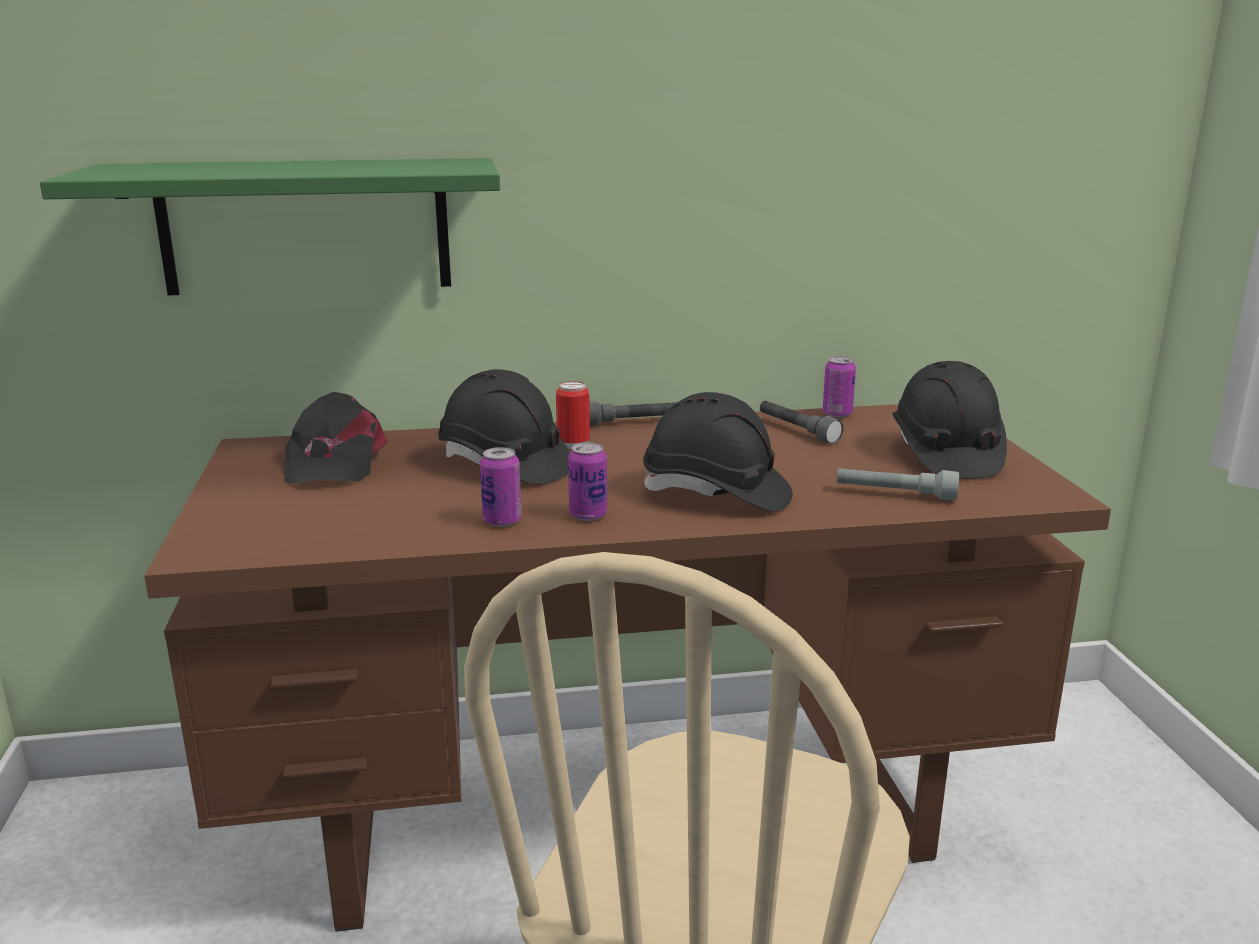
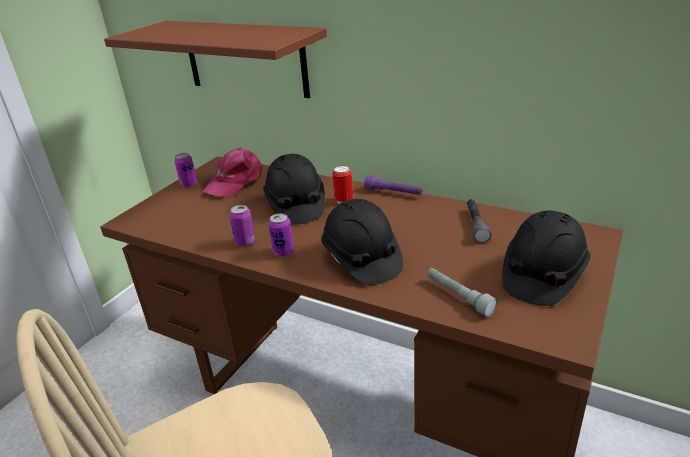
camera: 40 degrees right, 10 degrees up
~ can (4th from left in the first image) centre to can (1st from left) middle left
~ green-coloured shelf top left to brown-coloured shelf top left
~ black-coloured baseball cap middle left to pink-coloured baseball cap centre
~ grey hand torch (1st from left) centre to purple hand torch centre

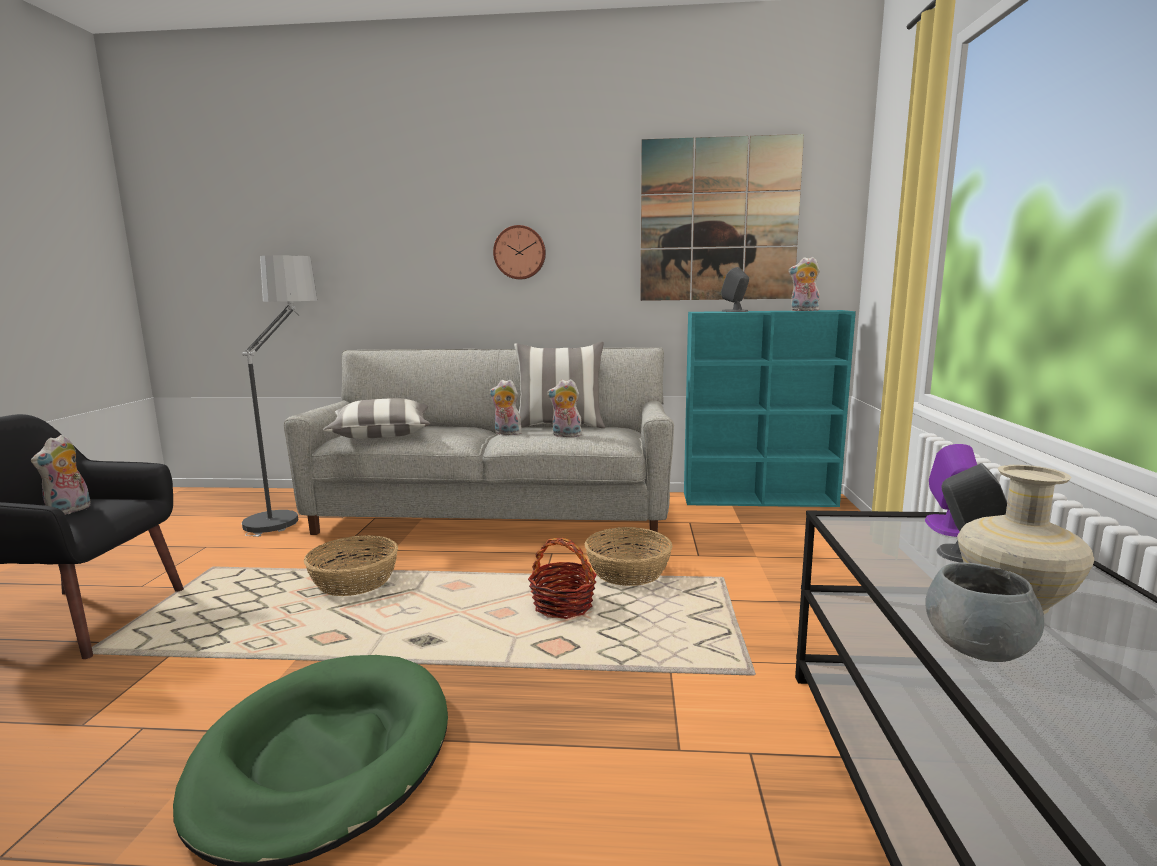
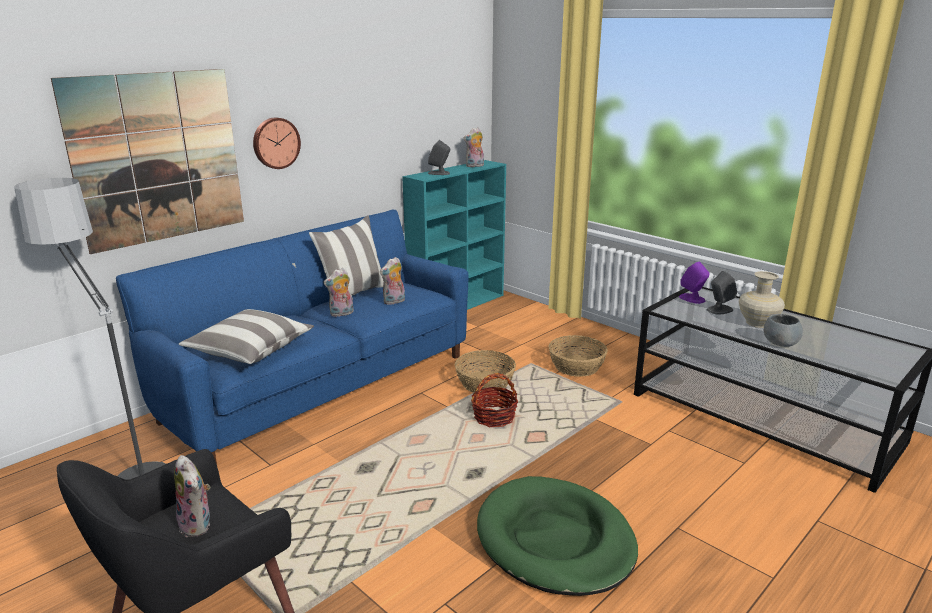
camera: 50 degrees left, 10 degrees up
~ storage basket (1st from left in the first image) middle left to storage basket (3rd from left) centre
~ wall picture top centre to top left
~ grey settee centre to blue-coloured settee middle left

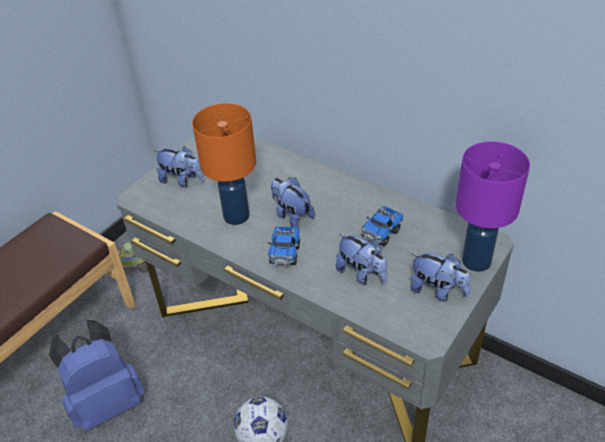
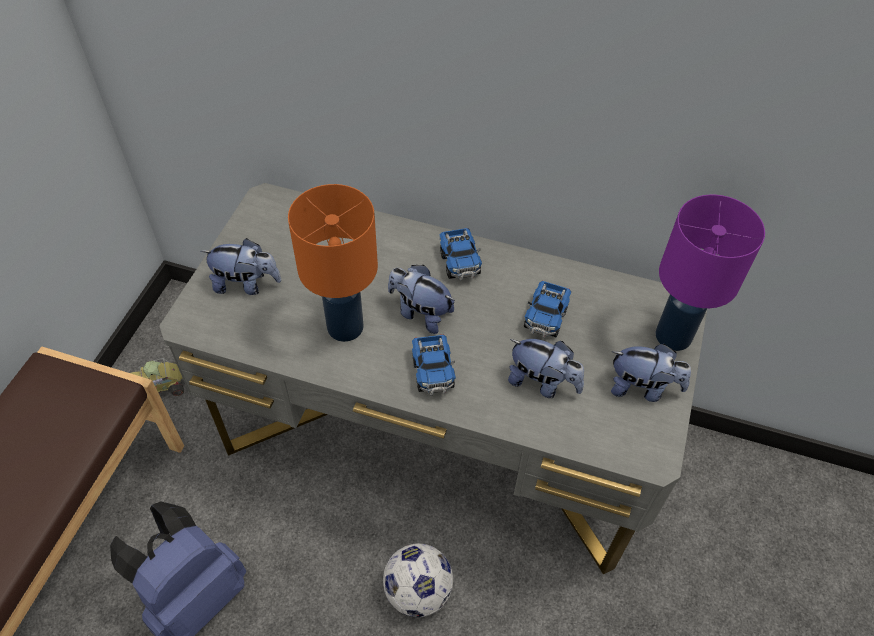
camera: 20 degrees left, 10 degrees up
+ toy truck (2nd from left) centre

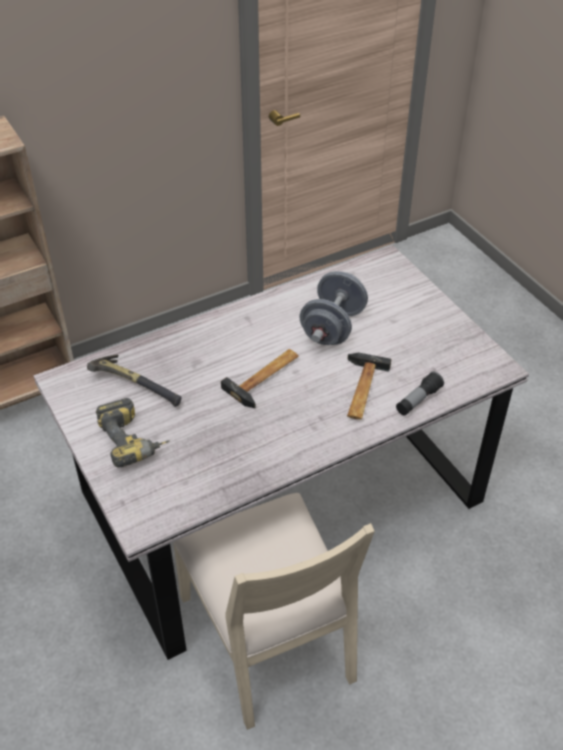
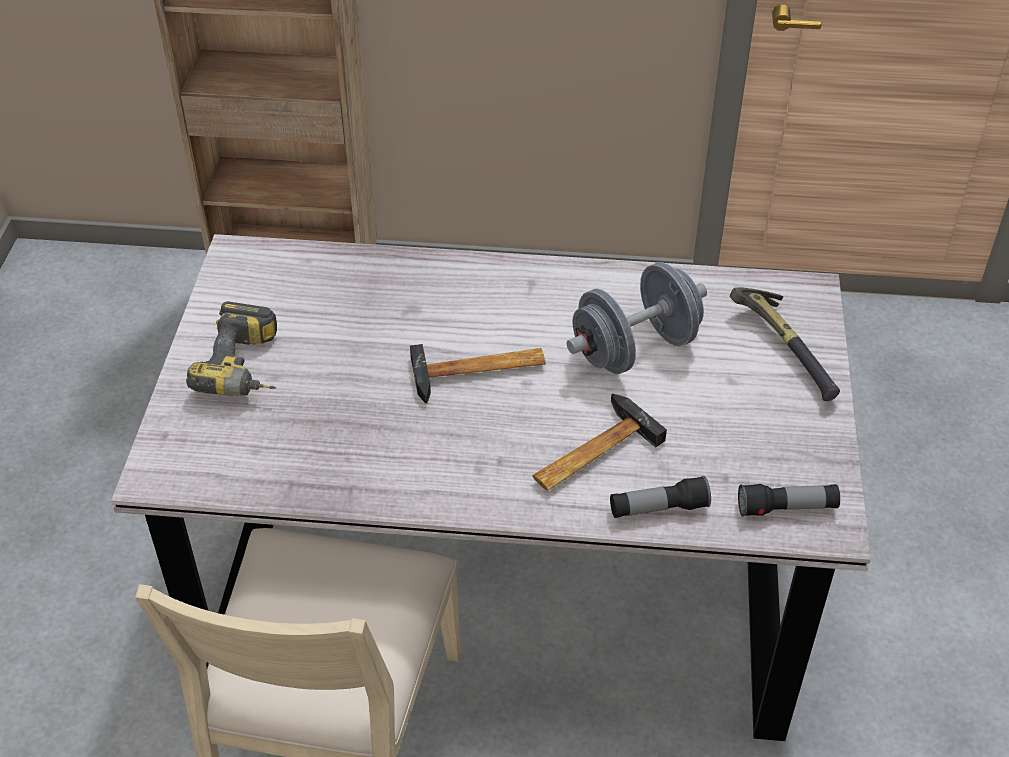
camera: 35 degrees right, 0 degrees up
+ hand torch (2nd from left) middle right
~ tool hammer (1st from left in the first image) middle left to tool hammer (3rd from left) middle right

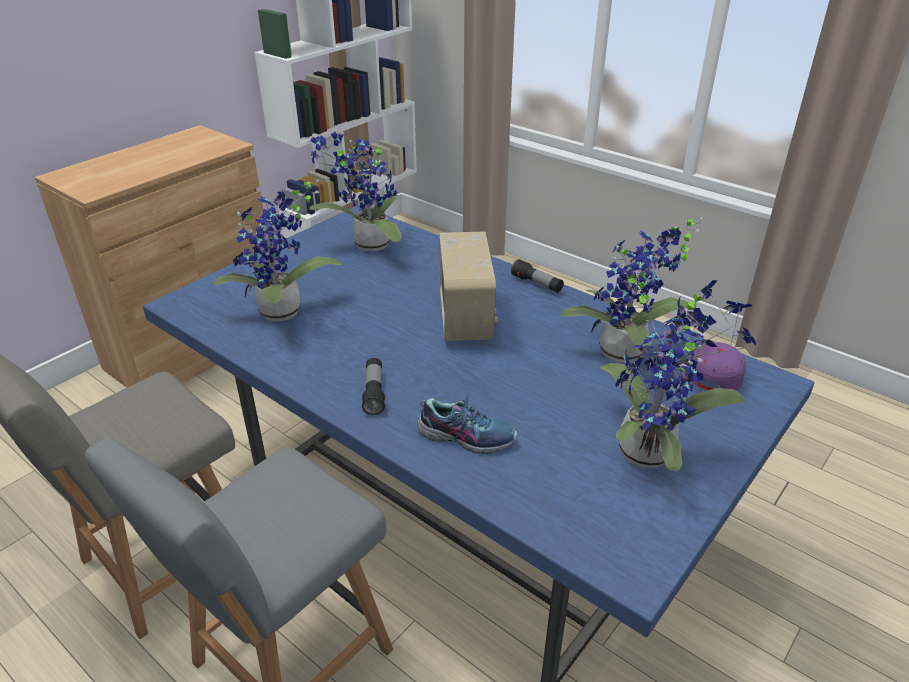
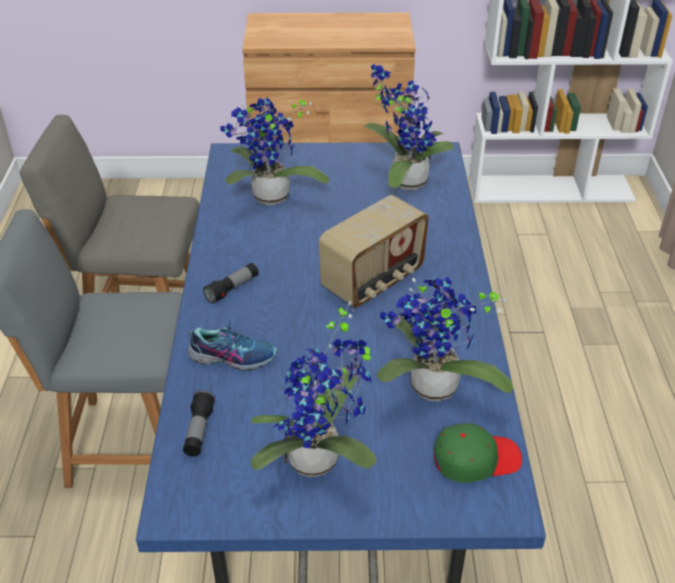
camera: 50 degrees right, 5 degrees up
~ hand torch (2nd from left in the first image) centre to hand torch (1st from left) bottom left
~ purple baseball cap middle right to green-coloured baseball cap bottom right
~ item of footwear centre = centre 60 degrees counterclockwise

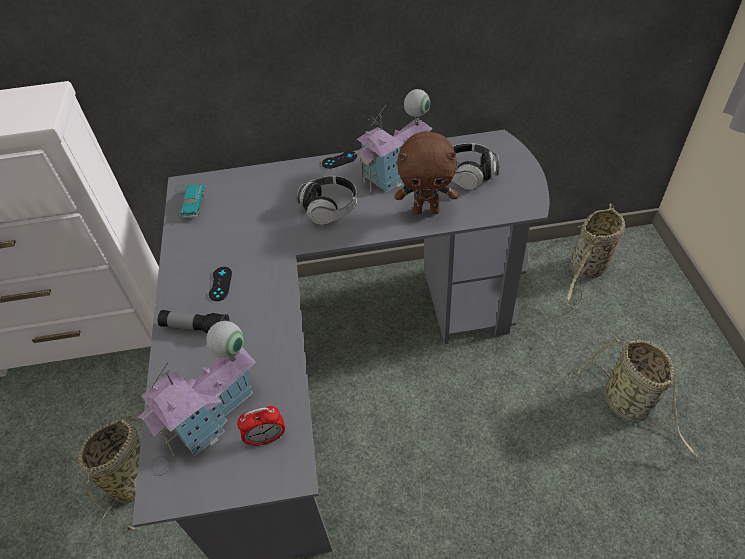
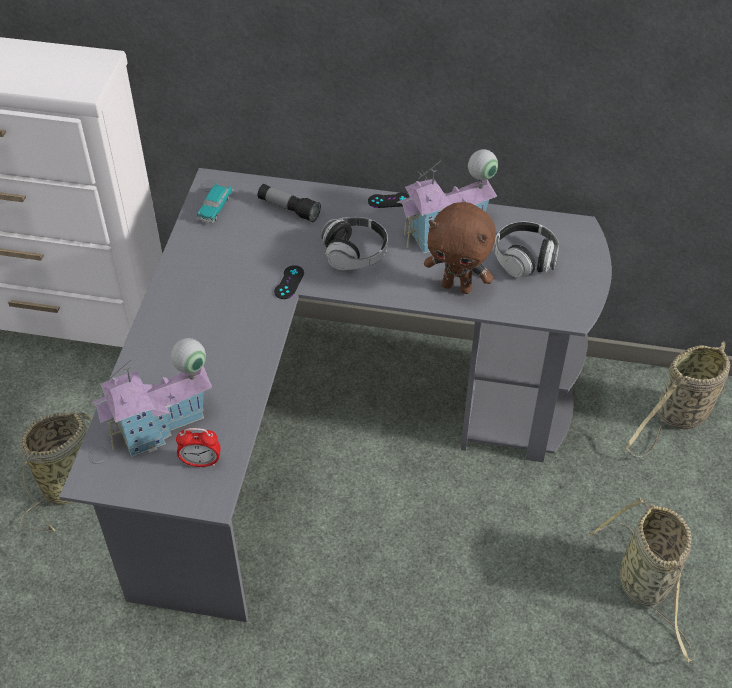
camera: 15 degrees right, 0 degrees up
~ hand torch middle left to top centre
~ black-coloured game controller (1st from left) middle left to centre

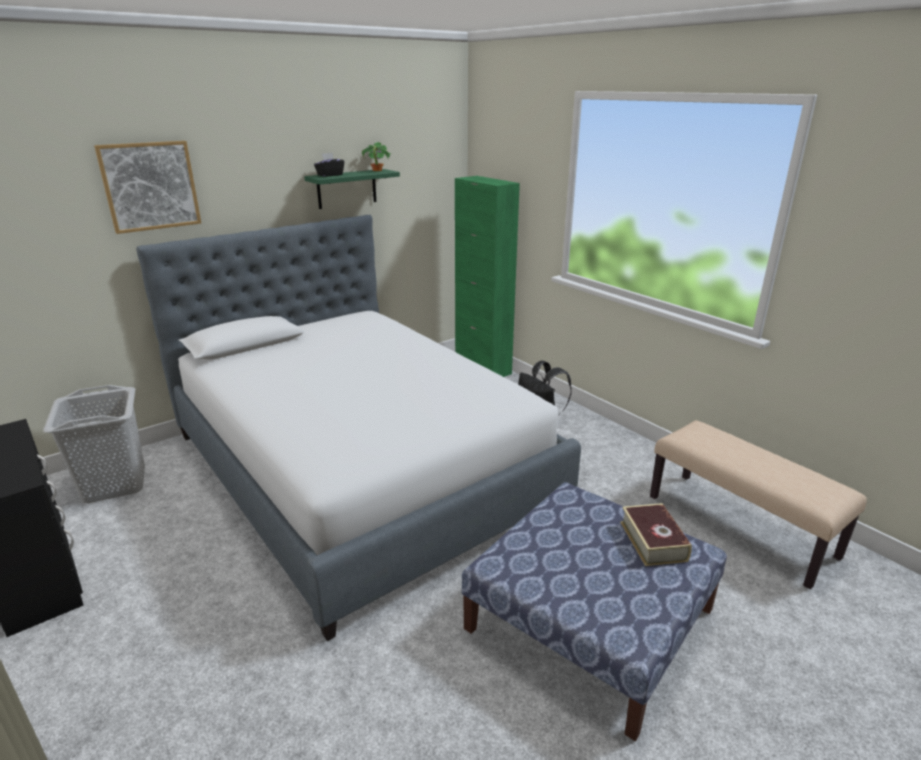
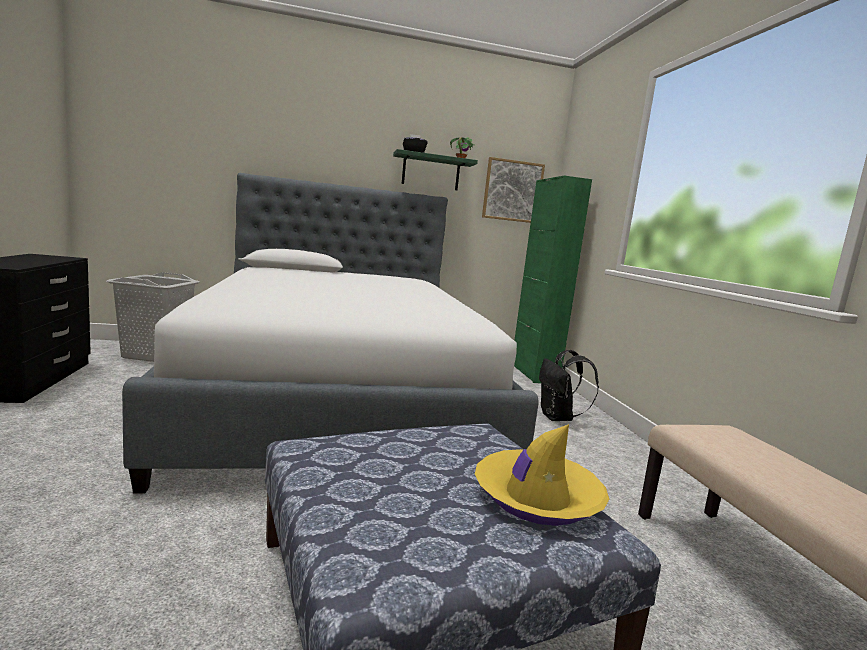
camera: 25 degrees right, 15 degrees down
~ wall picture top left to top centre
~ book bottom right to yellow hat bottom centre

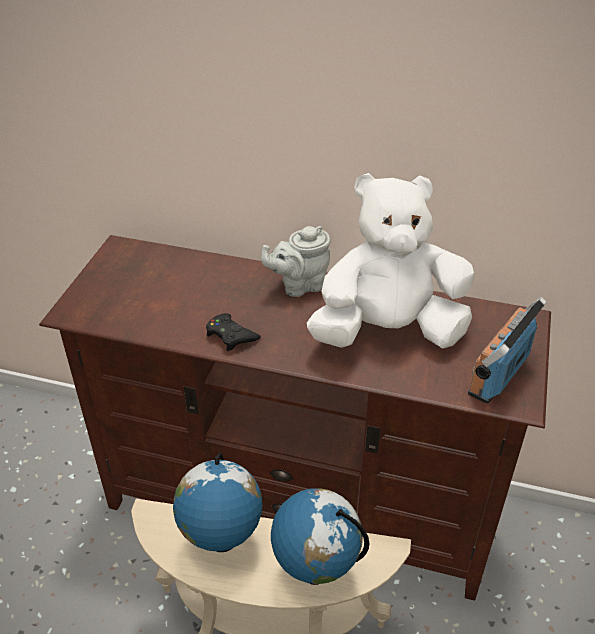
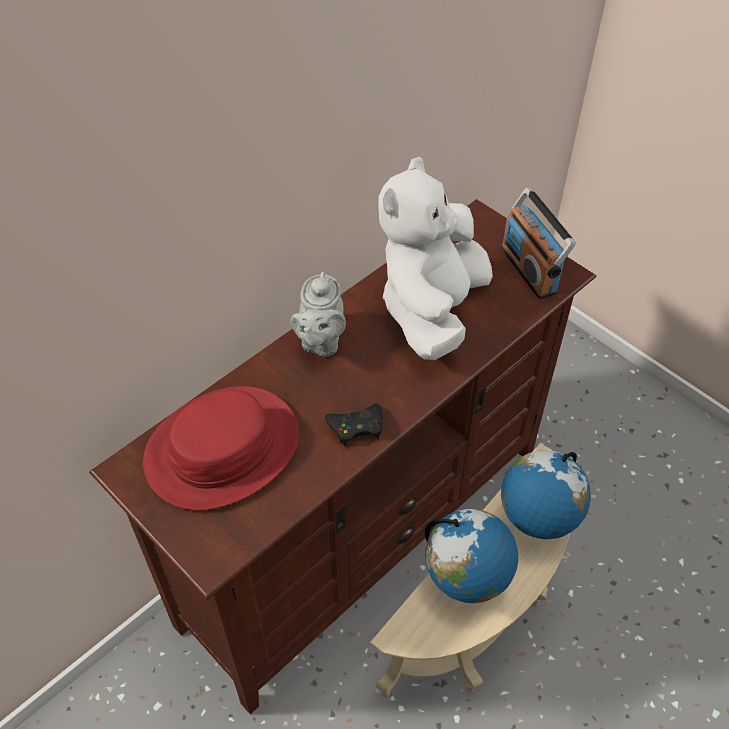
camera: 60 degrees left, 10 degrees up
+ red hat middle left

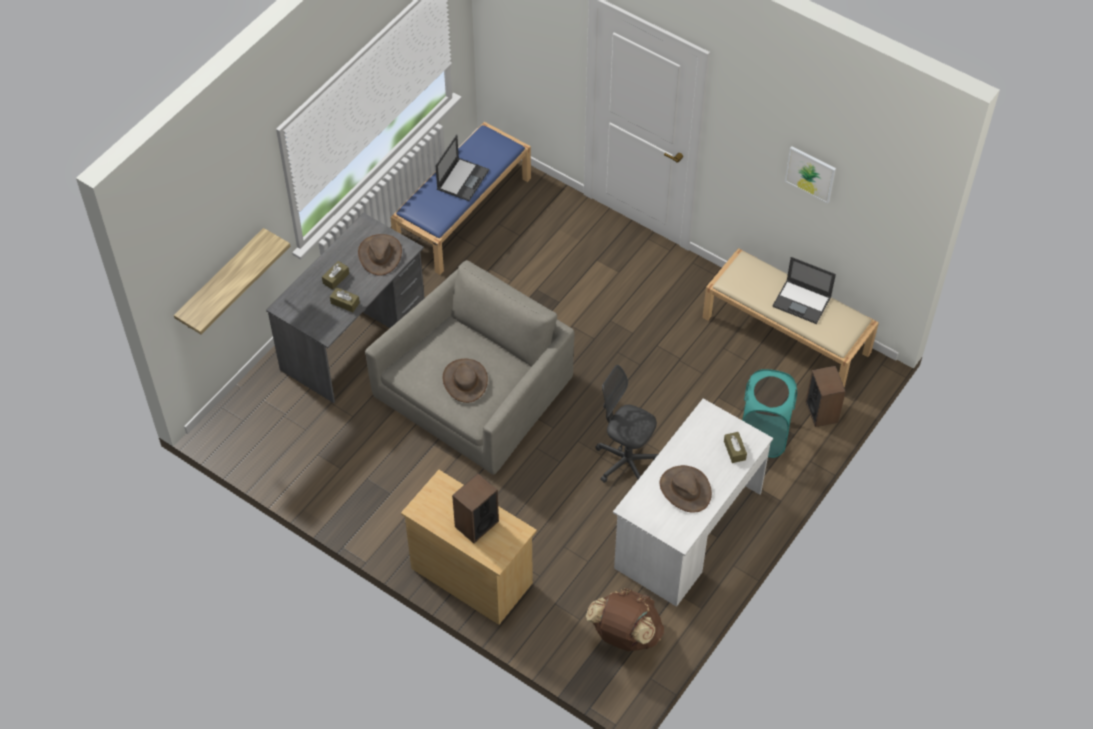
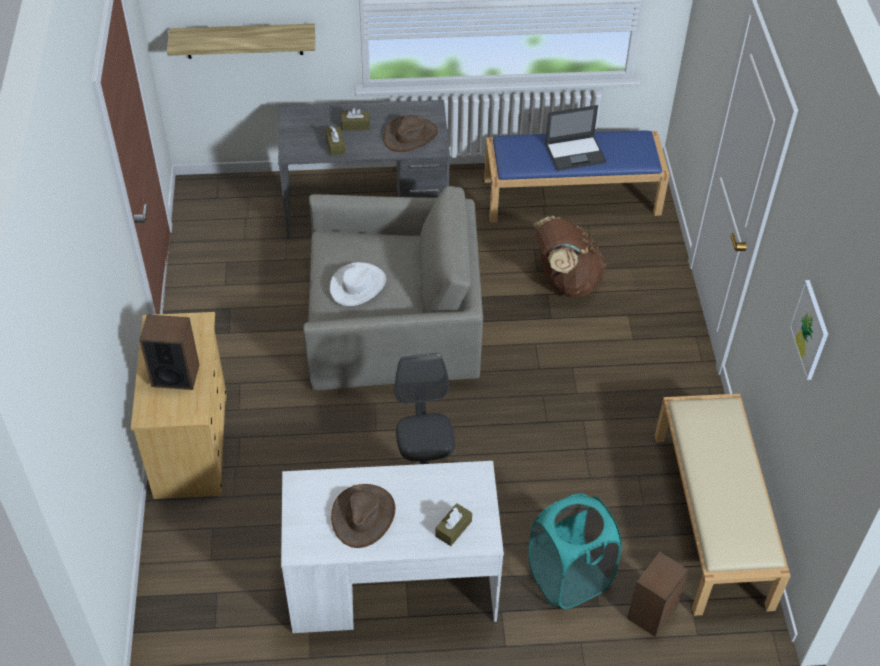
camera: 50 degrees right, 5 degrees down
- laptop (2nd from left) middle right
~ brown-coloured backpack bottom centre to centre
~ brown-coloured hat (2nd from left) centre to white-coloured hat centre

